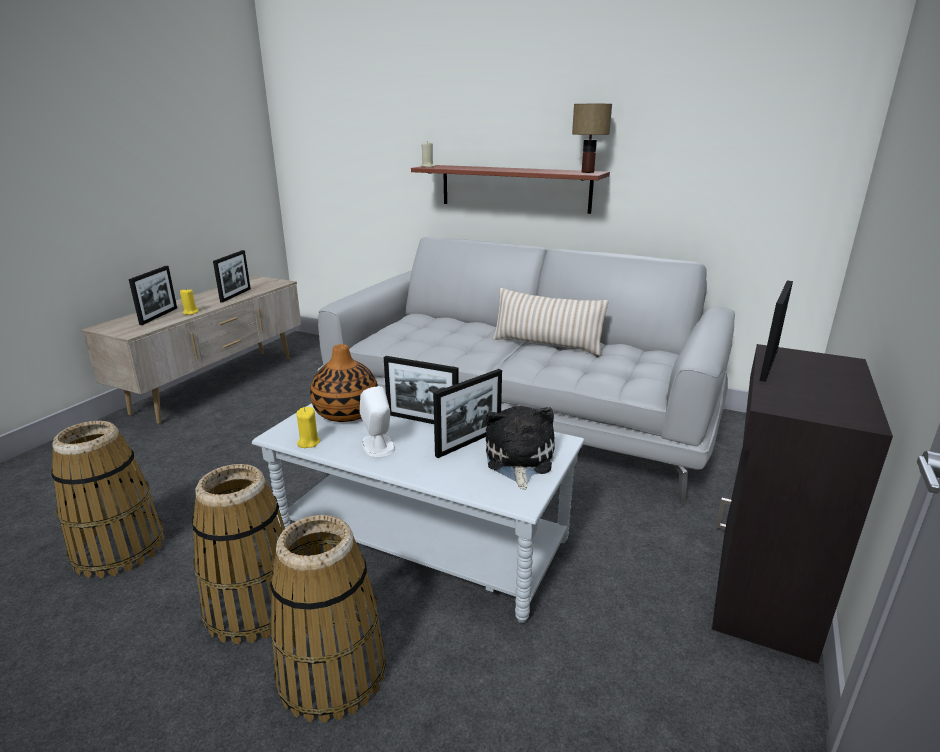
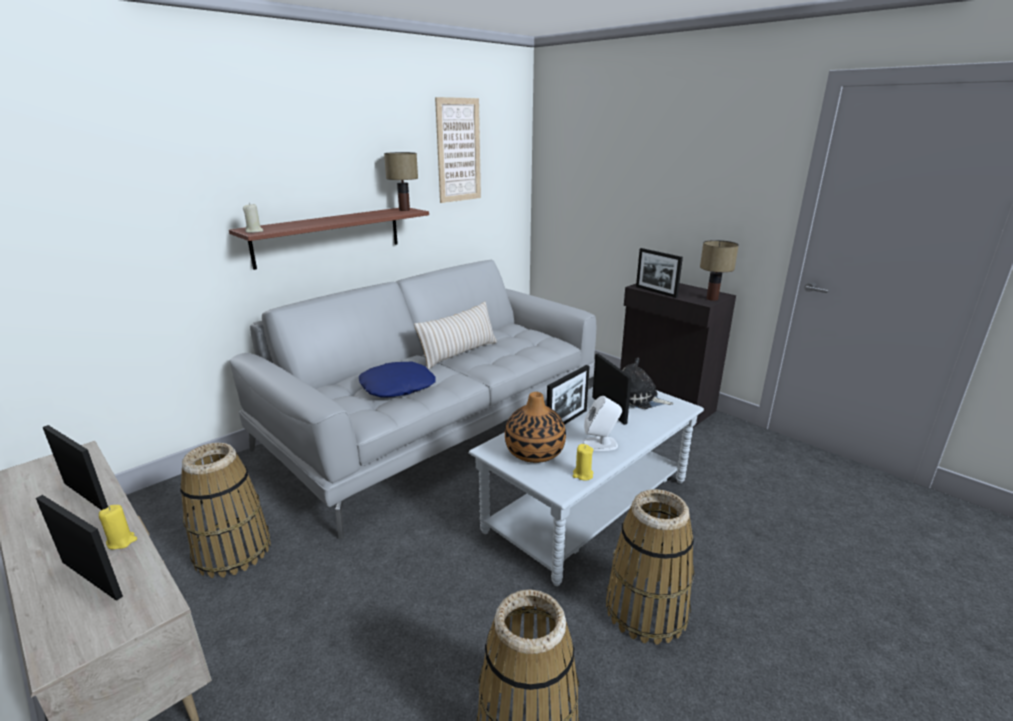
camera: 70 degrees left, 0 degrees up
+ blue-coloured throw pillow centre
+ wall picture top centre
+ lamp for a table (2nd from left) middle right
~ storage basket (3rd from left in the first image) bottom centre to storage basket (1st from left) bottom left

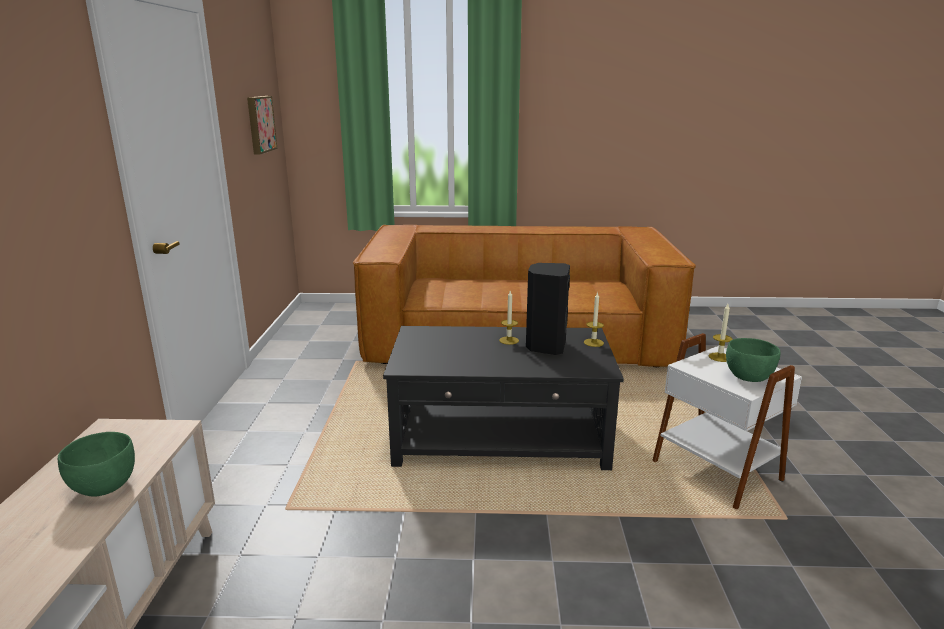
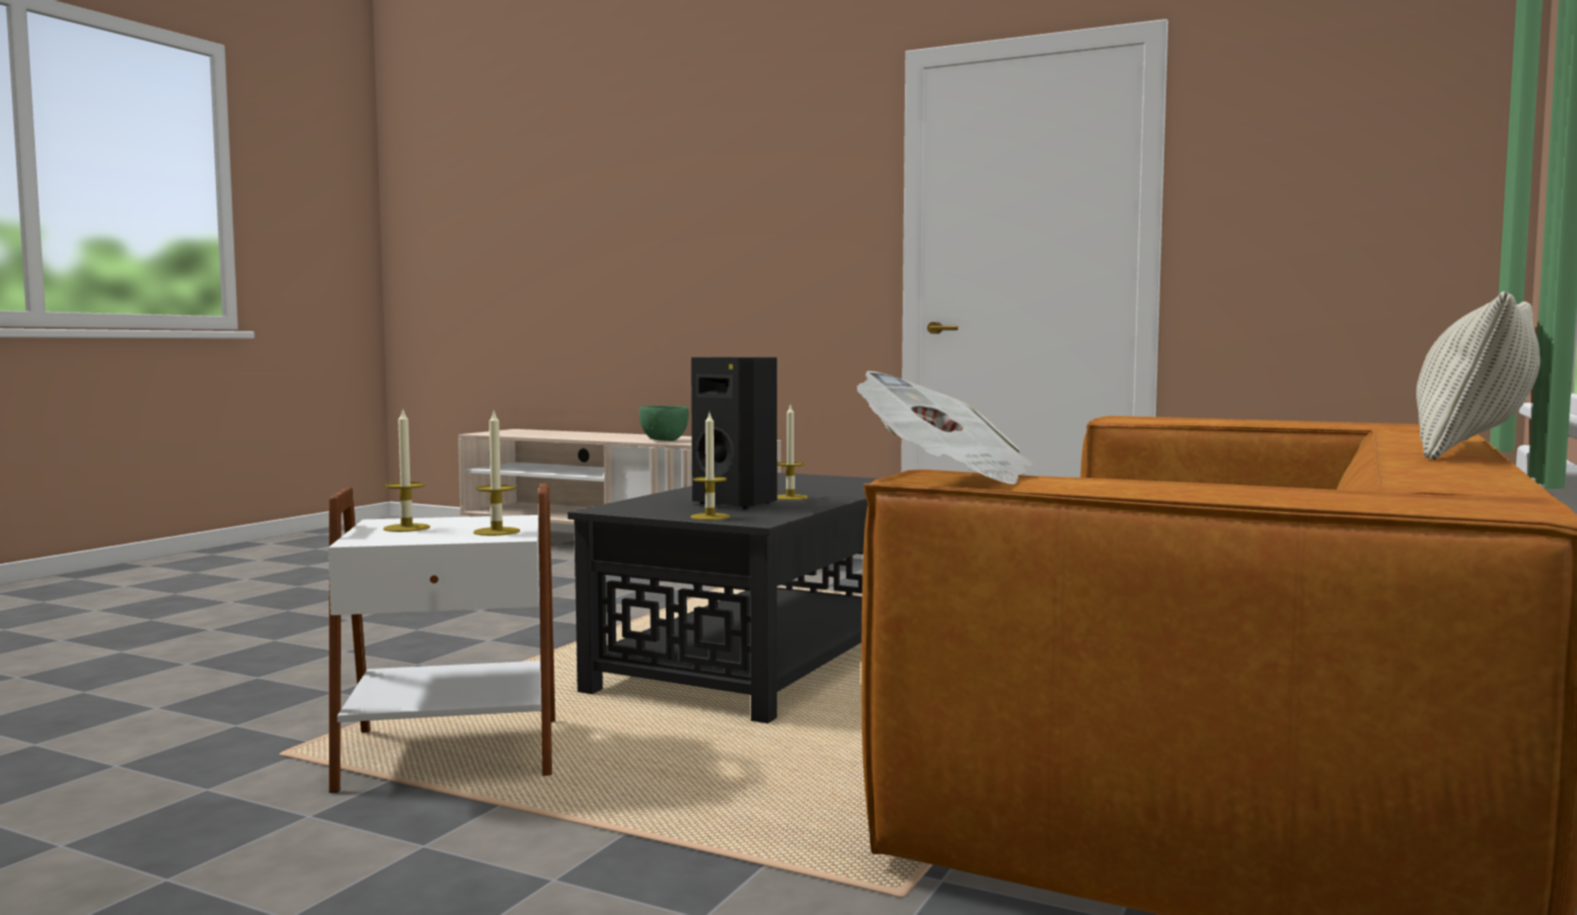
camera: 115 degrees right, 15 degrees down
- wall picture top left
+ printed paper centre
+ throw pillow middle right
~ green-coloured deep dish (2nd from left) middle right to wax candle (1st from left) middle left

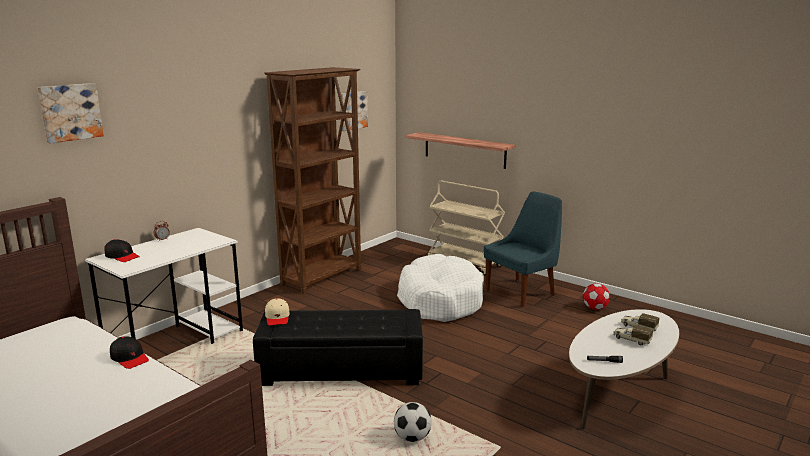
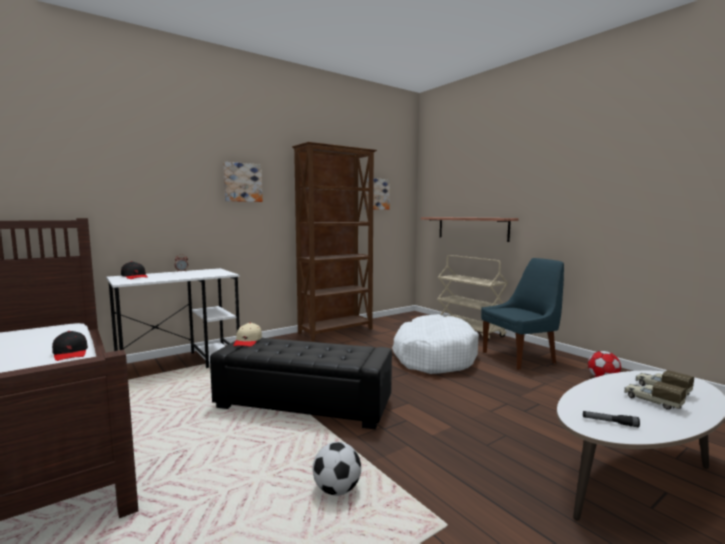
camera: 15 degrees right, 10 degrees down
~ wall picture (1st from left) top left to centre

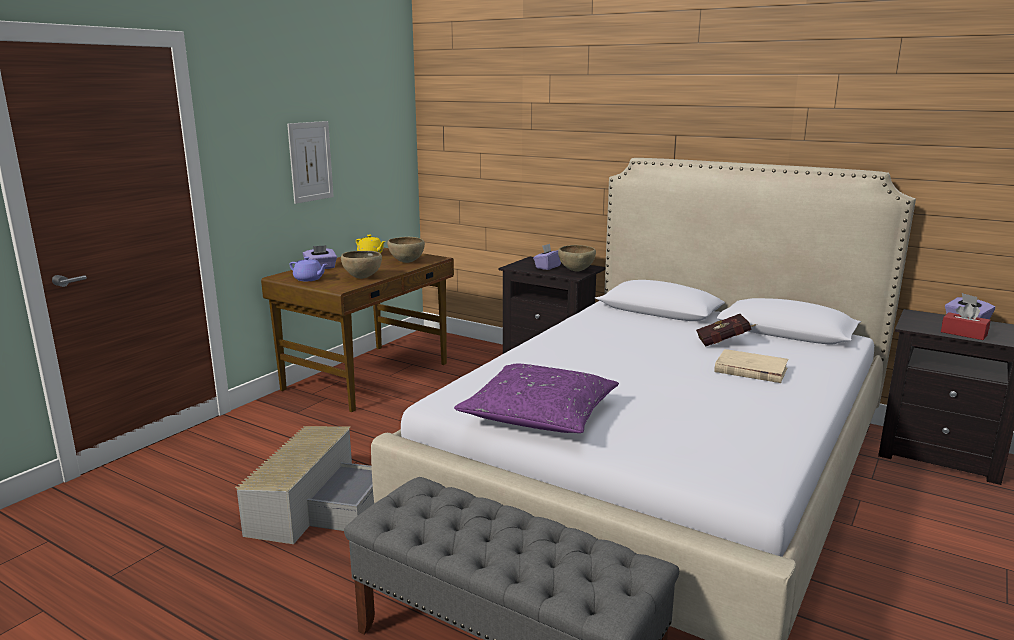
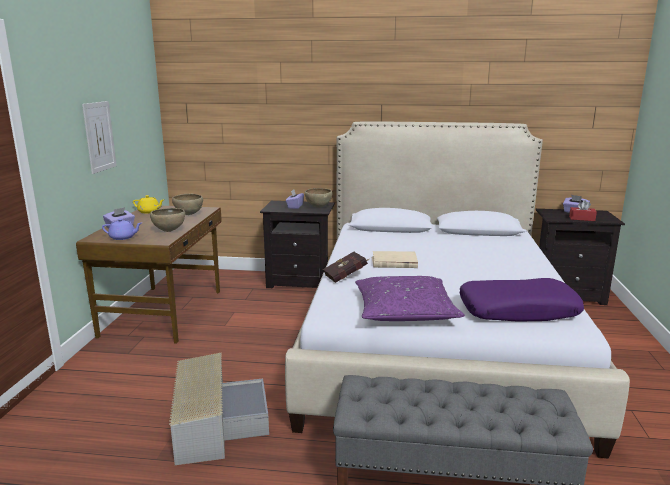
camera: 25 degrees left, 0 degrees up
+ purple throw pillow (2nd from left) middle right
~ red book middle right to centre
~ beige-coloured book middle right to centre

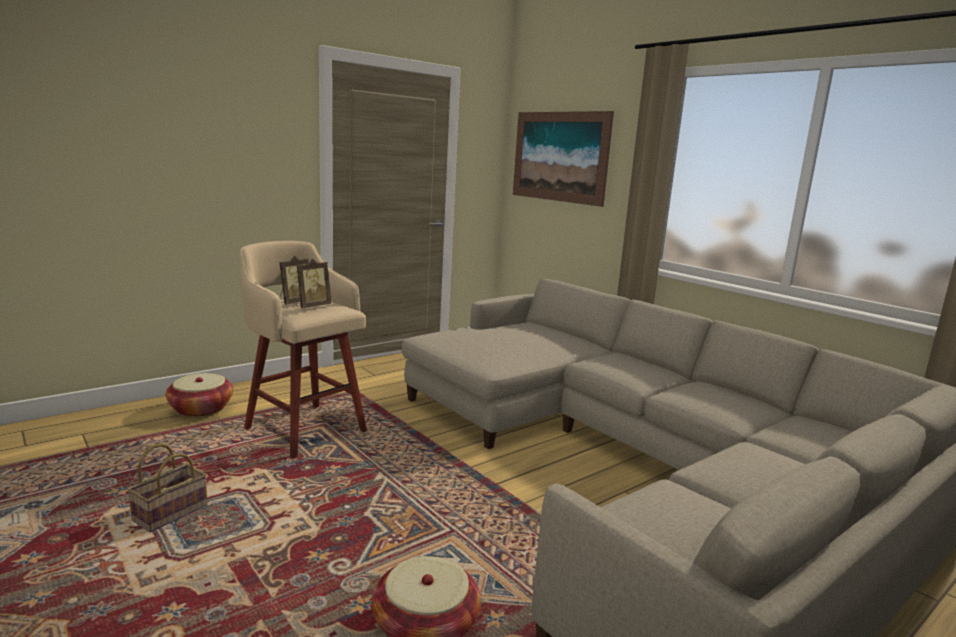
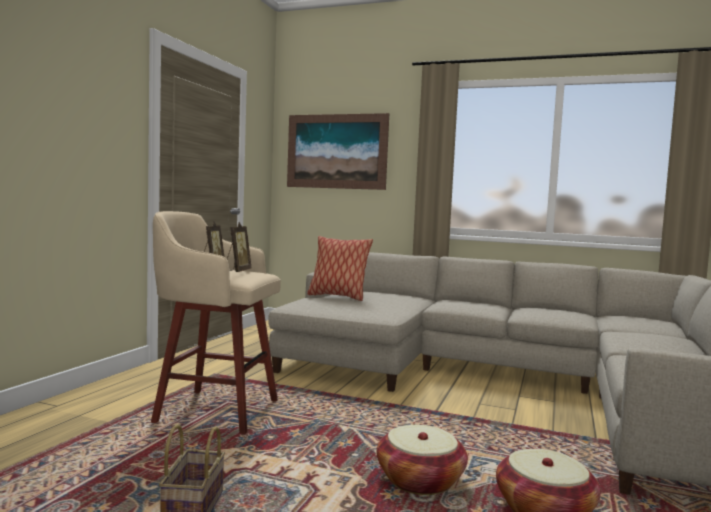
camera: 30 degrees left, 10 degrees down
+ throw pillow centre
~ storage basket (2nd from left) middle left to bottom centre

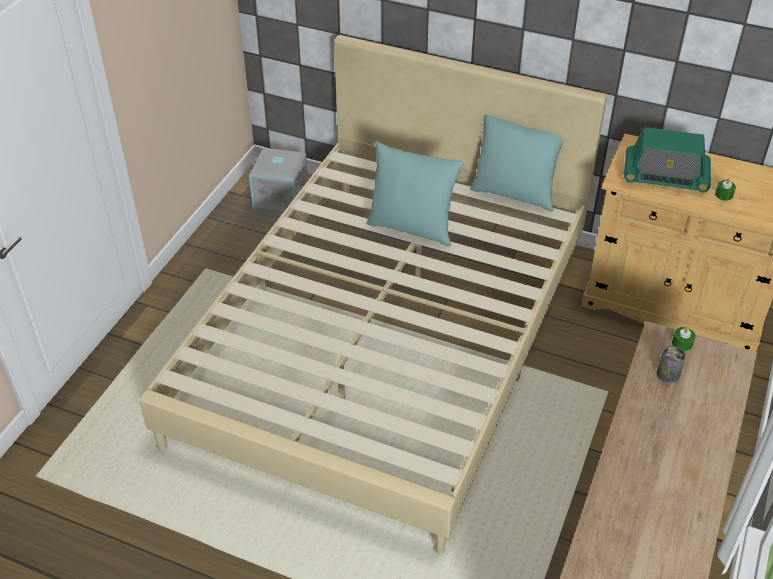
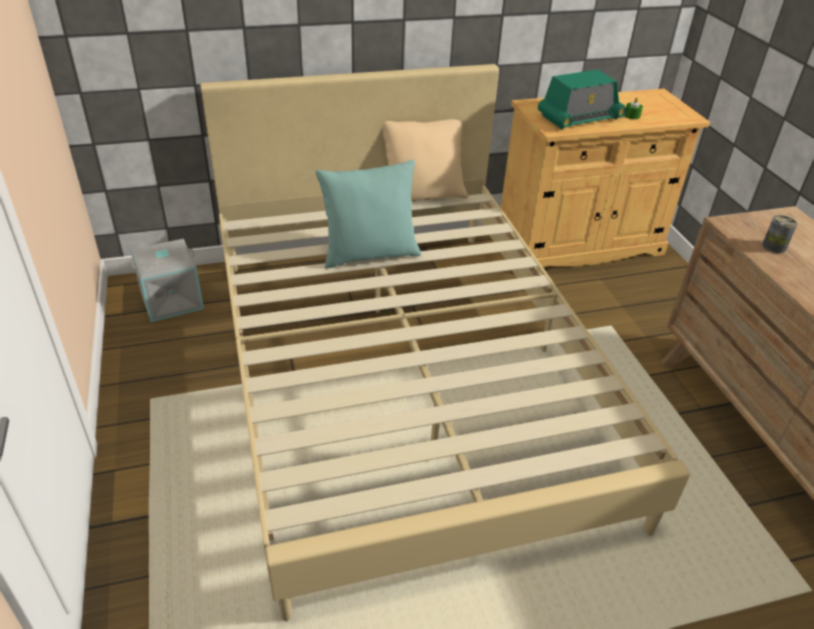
camera: 40 degrees left, 5 degrees down
- green-coloured wax candle (1st from left) middle right
~ blue-green throw pillow (2nd from left) top right to beige-coloured throw pillow top centre

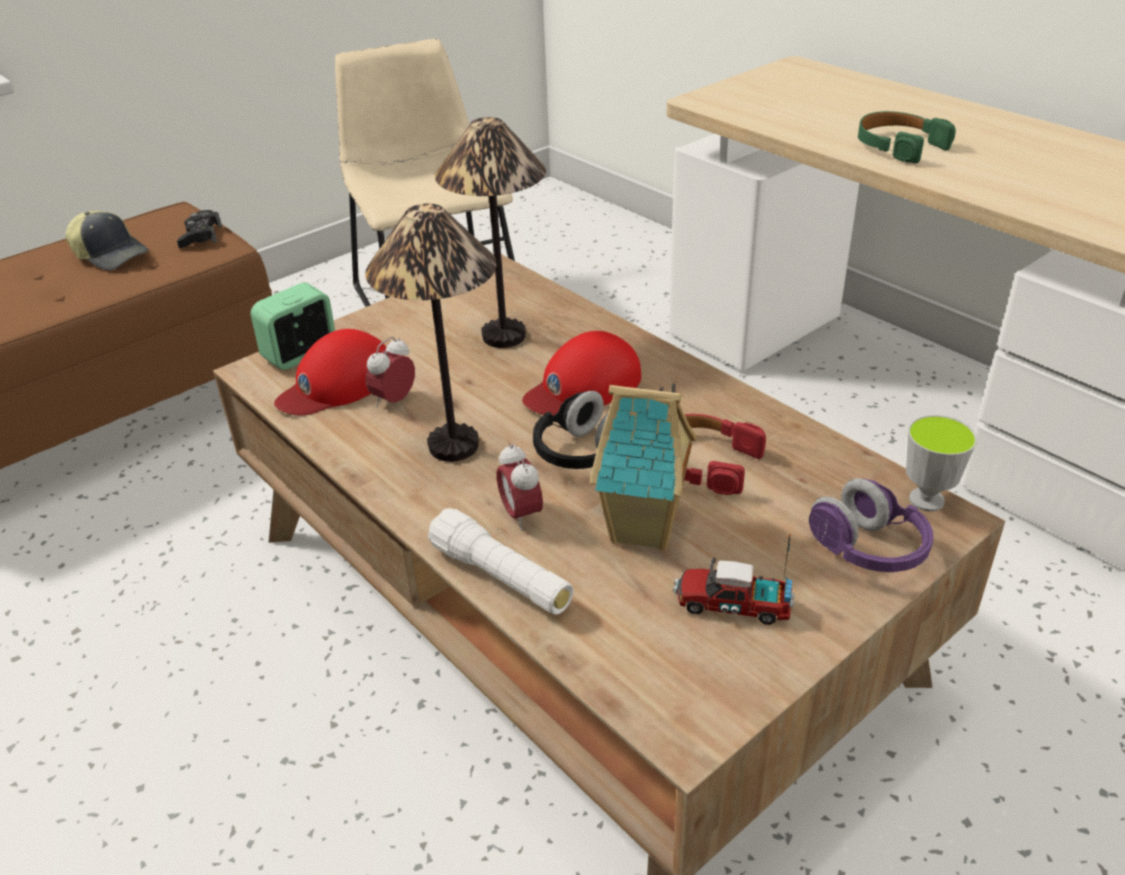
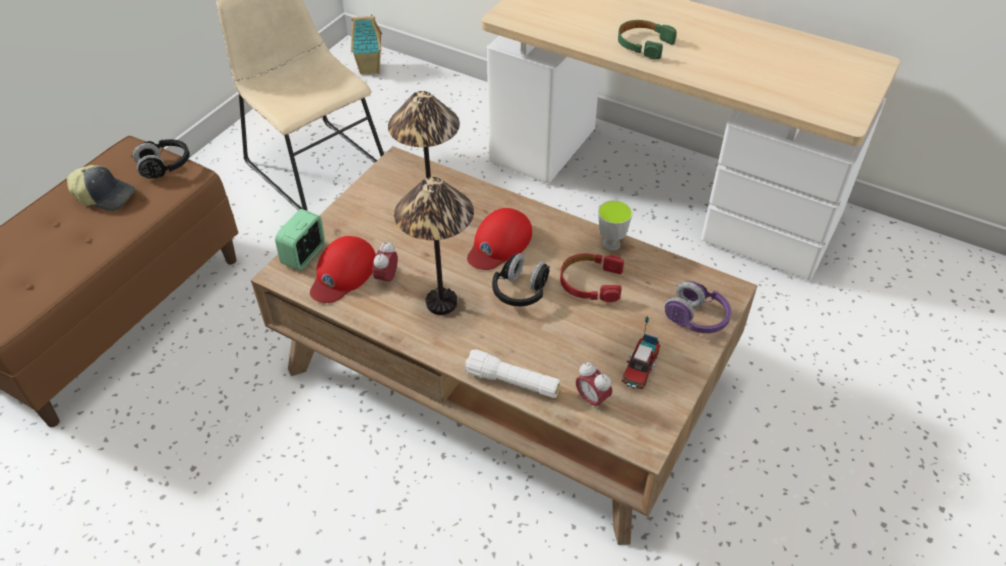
camera: 20 degrees left, 10 degrees up
~ table clock (3rd from left) centre to bottom centre
~ miniature house centre to top centre
~ drinking cup middle right to centre
~ black-coloured game controller top left to black-coloured pair of headphones (1st from left) top left
~ toy truck centre = centre 60 degrees counterclockwise

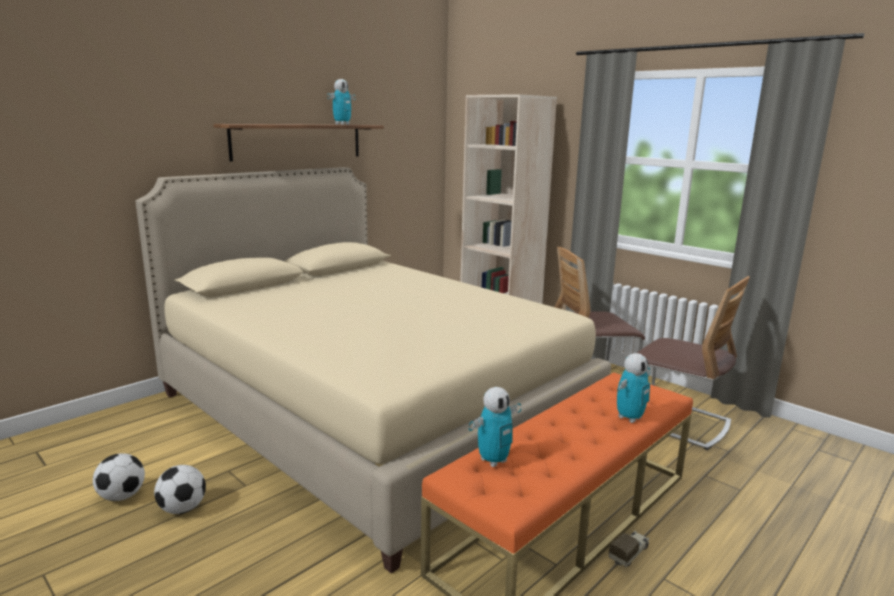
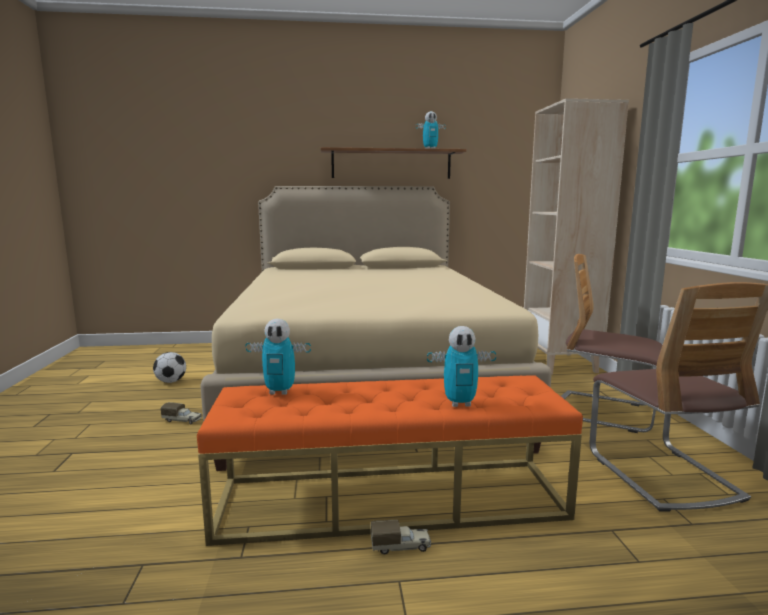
camera: 40 degrees right, 5 degrees down
- football (2nd from left) bottom left
+ toy truck (1st from left) bottom left

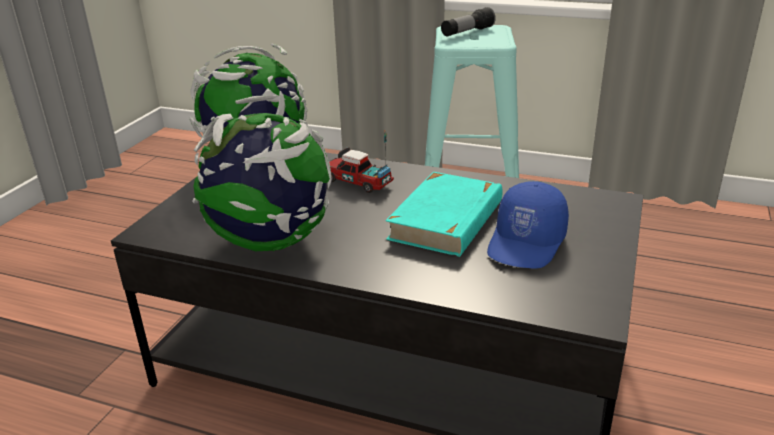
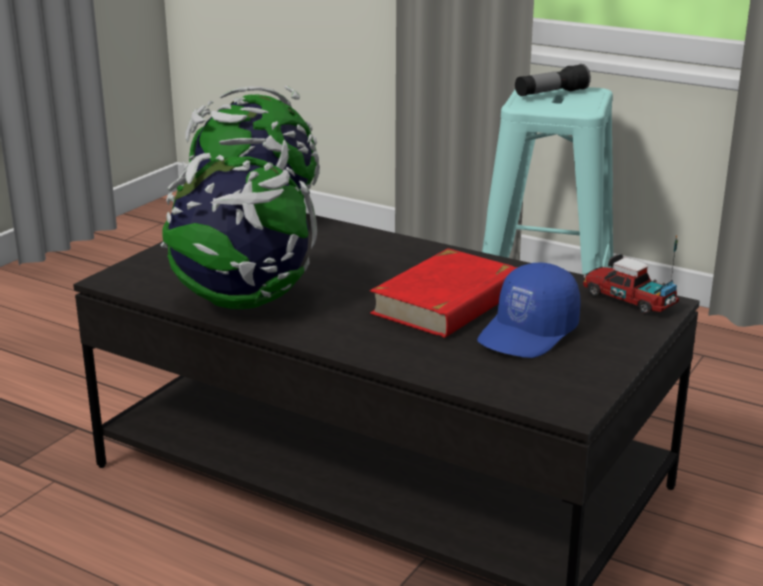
camera: 10 degrees right, 5 degrees down
~ toy truck centre to middle right
~ blue-green book centre to red book centre

